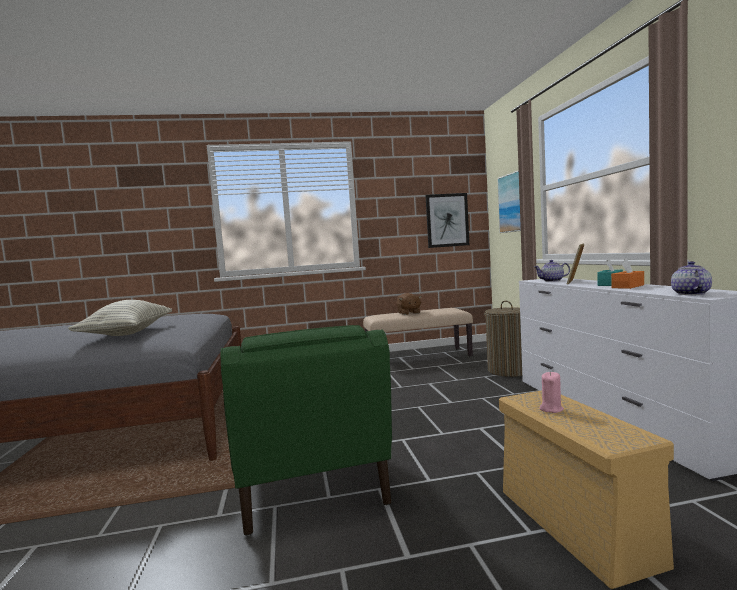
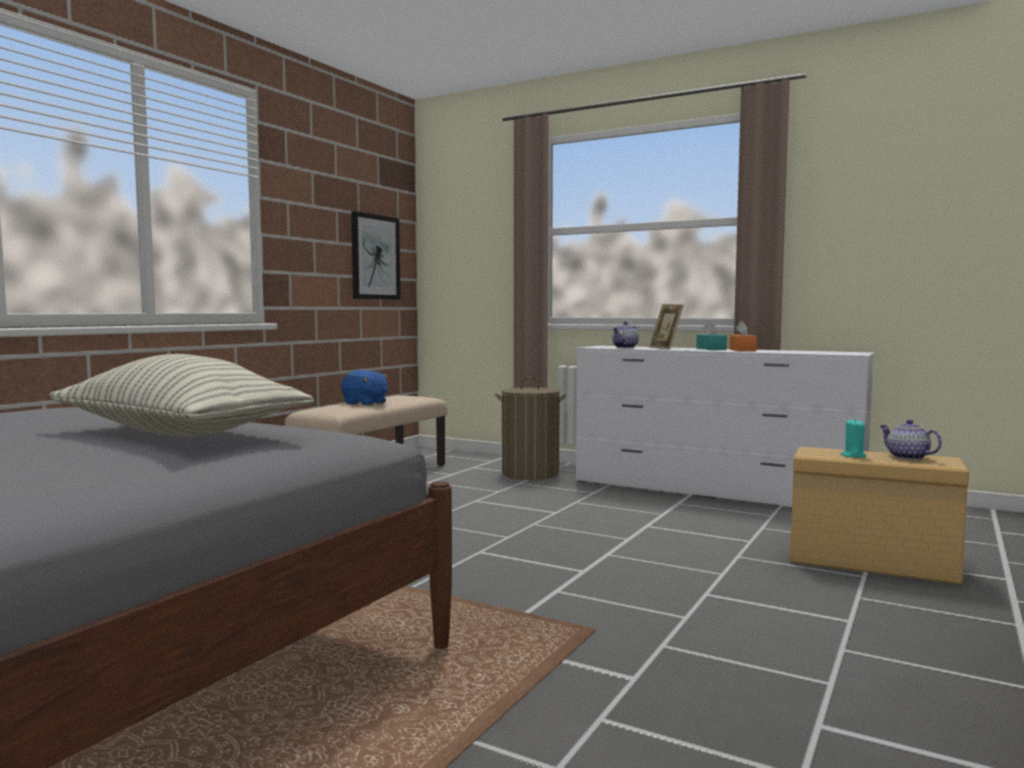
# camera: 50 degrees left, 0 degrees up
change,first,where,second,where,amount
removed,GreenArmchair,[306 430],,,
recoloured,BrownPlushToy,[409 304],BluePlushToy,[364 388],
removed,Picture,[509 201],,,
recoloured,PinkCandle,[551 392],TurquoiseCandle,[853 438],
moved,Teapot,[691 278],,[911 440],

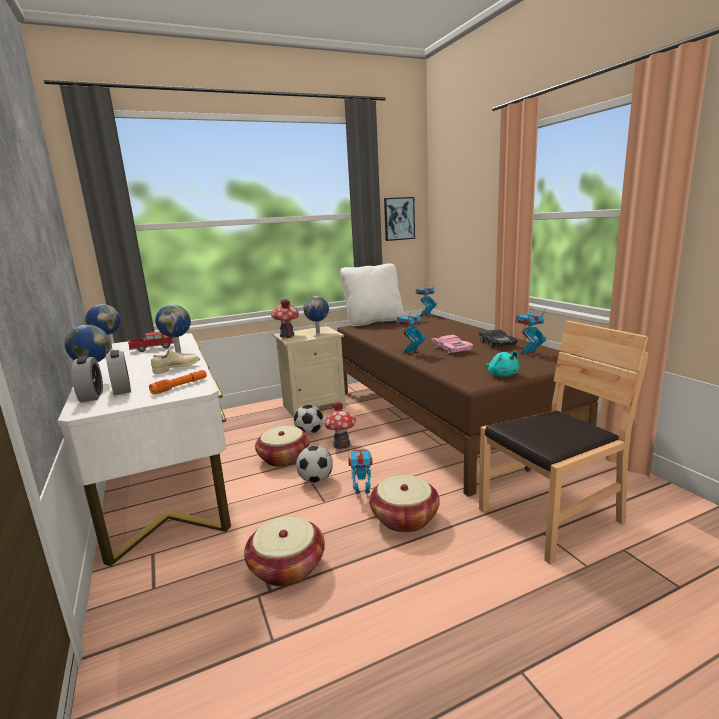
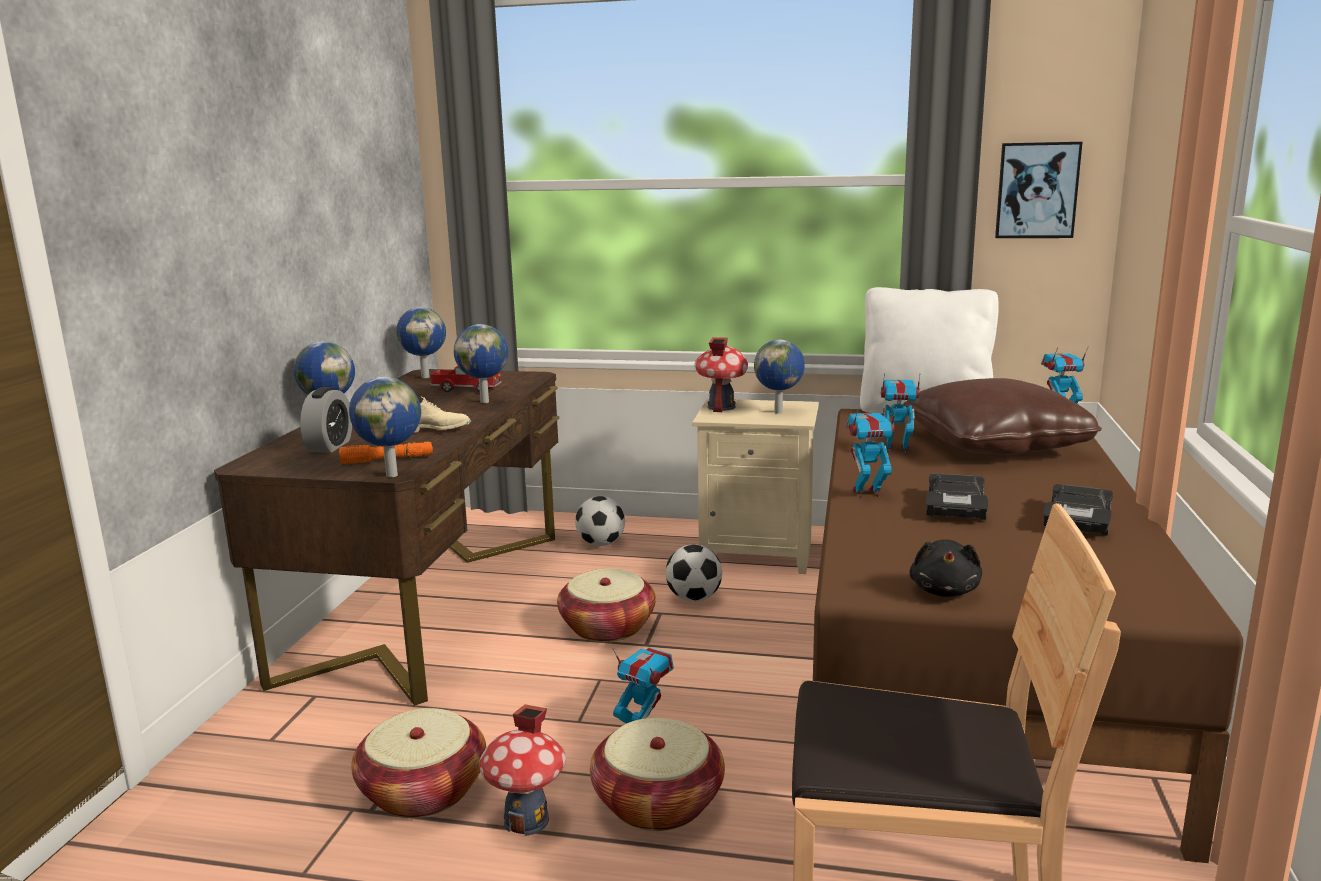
# camera: 35 degrees right, 0 degrees up
change,first,where,second,where,amount
recoloured,WhiteDesk,[144 449],BrownDesk,[387 537],
removed,AlarmClock,[87 379],,,
moved,Football,[314 464],,[600 521],
moved,ToyHouse,[340 425],,[522 770],
recoloured,PinkToyCar,[452 344],BlackToyCar,[957 496],
recoloured,TurquoisePlushToy,[502 364],BlackPlushToy,[945 568],
moved,ToyRobot,[530 332],,[900 413],
added,,,Globe,[385 427],
added,,,BrownPillow,[1003 416],

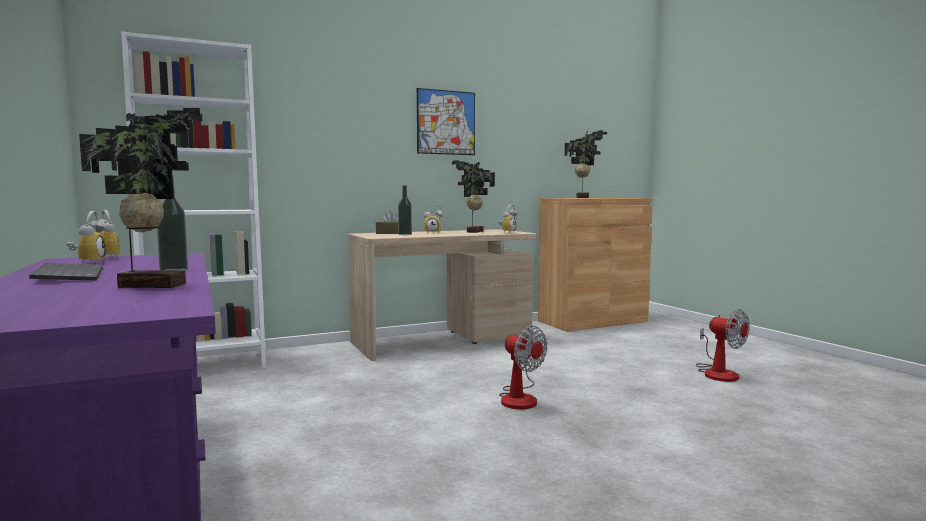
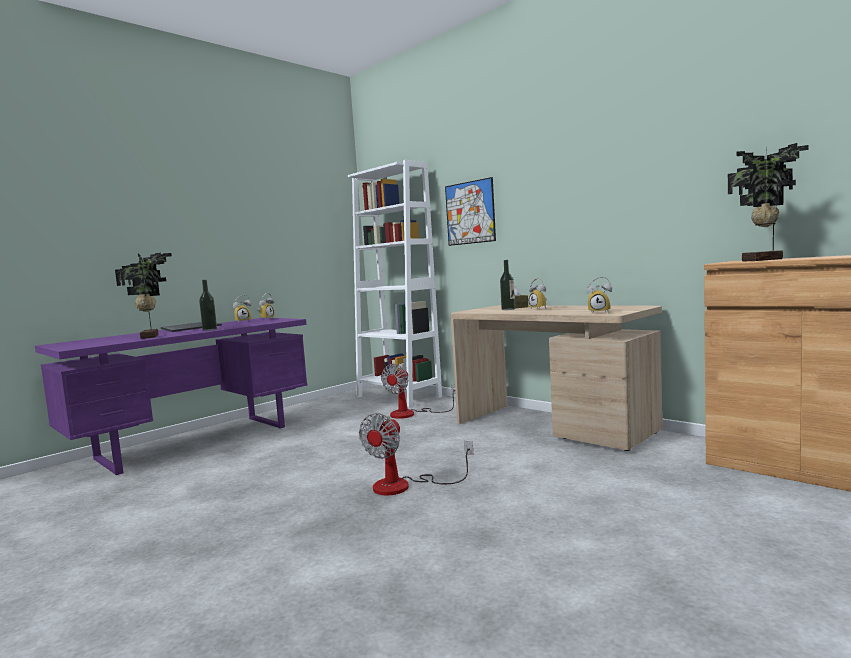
# camera: 70 degrees right, 0 degrees up
change,first,where,second,where,amount
moved,Picture,[446 121],,[470 211],
removed,PottedPlant,[473 196],,,
moved,Fan,[723 345],,[418 391],

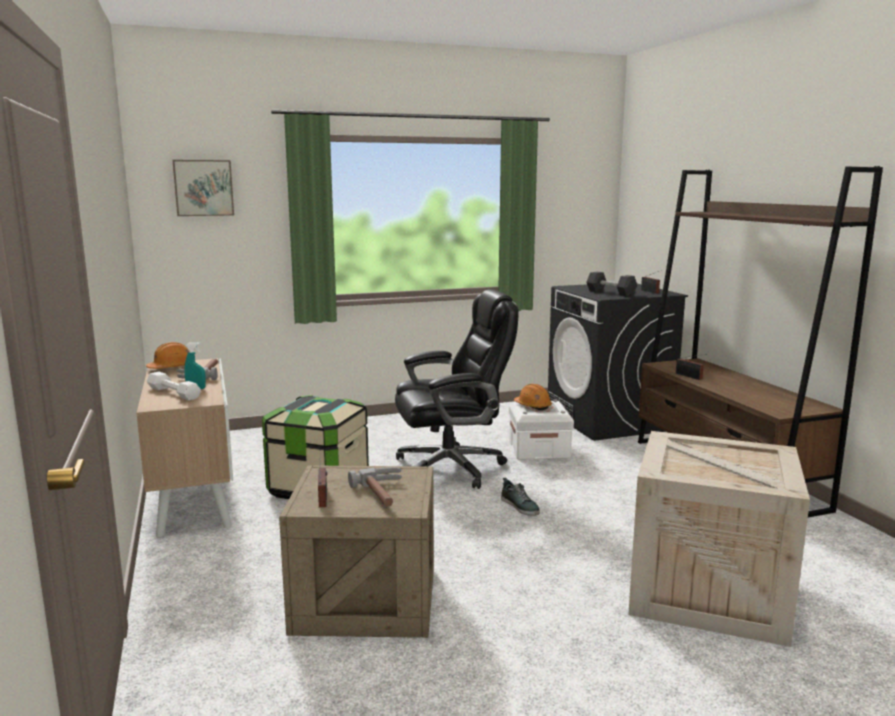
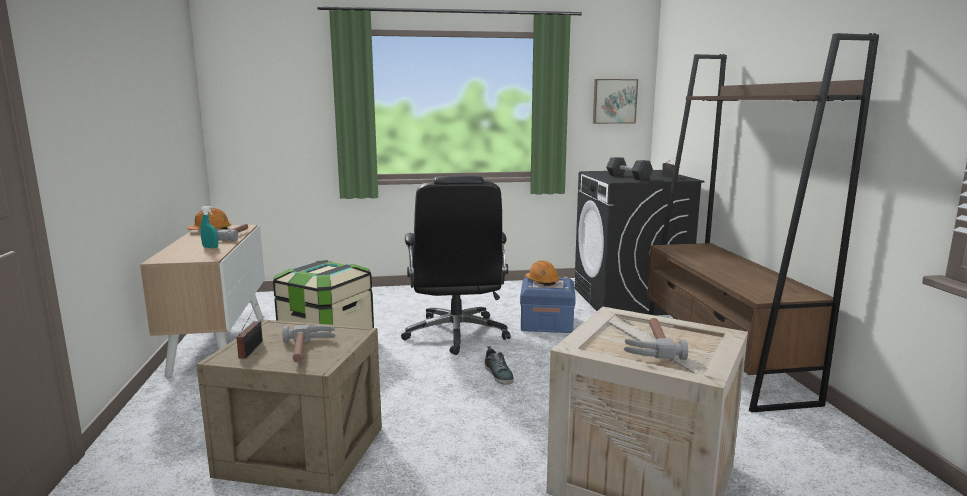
# camera: 10 degrees right, 0 degrees up
change,first,where,second,where,amount
removed,WhiteDumbbell,[173 386],,,
moved,Picture,[203 188],,[615 101],
turned,BlackOfficeChair,[457 389],,[456 265],90 degrees clockwise
recoloured,WhiteStorageBox,[541 429],BlueStorageBox,[548 305],
removed,Radio,[691 367],,,
added,,,Hammer,[656 339],

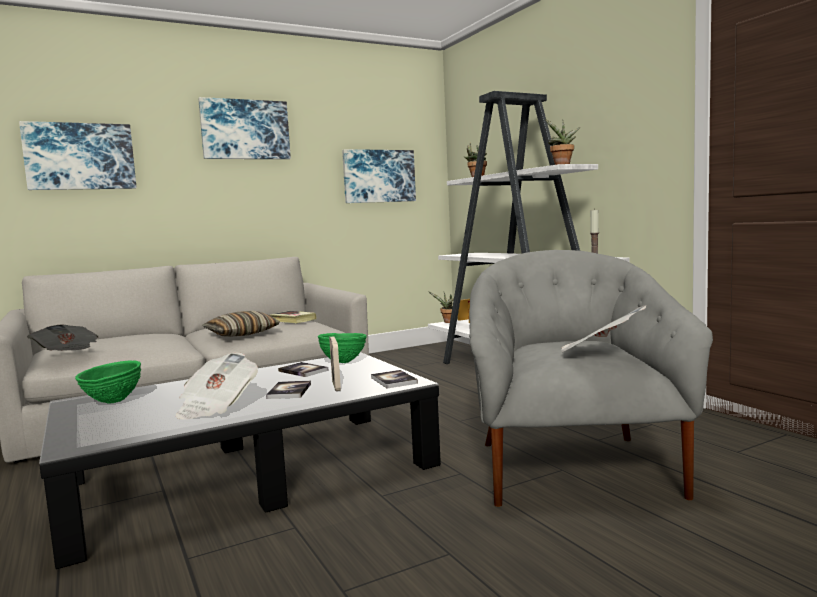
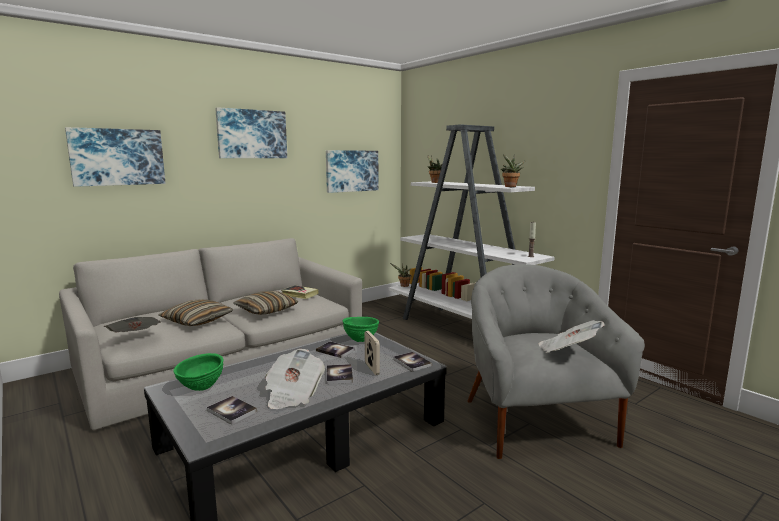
# camera: 10 degrees left, 5 degrees up
change,first,where,second,where,amount
added,,,Pillow,[195 312],
added,,,Book,[232 410],

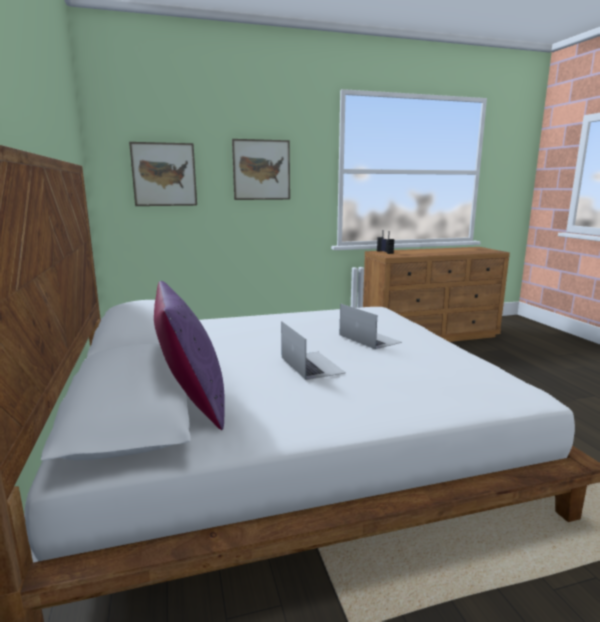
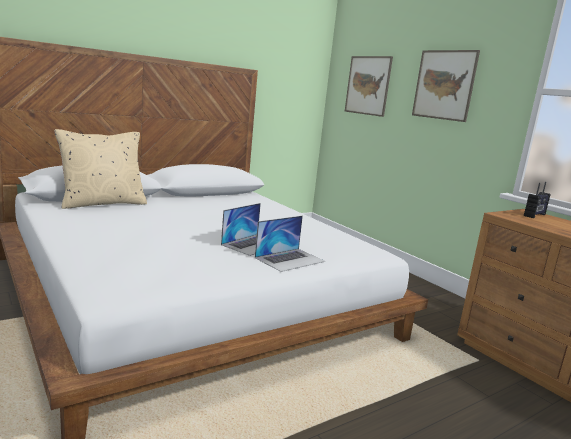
# camera: 70 degrees right, 0 degrees up
change,first,where,second,where,amount
recoloured,PurplePillow,[189 355],BeigePillow,[100 169],
moved,Laptop,[313 350],,[290 244],

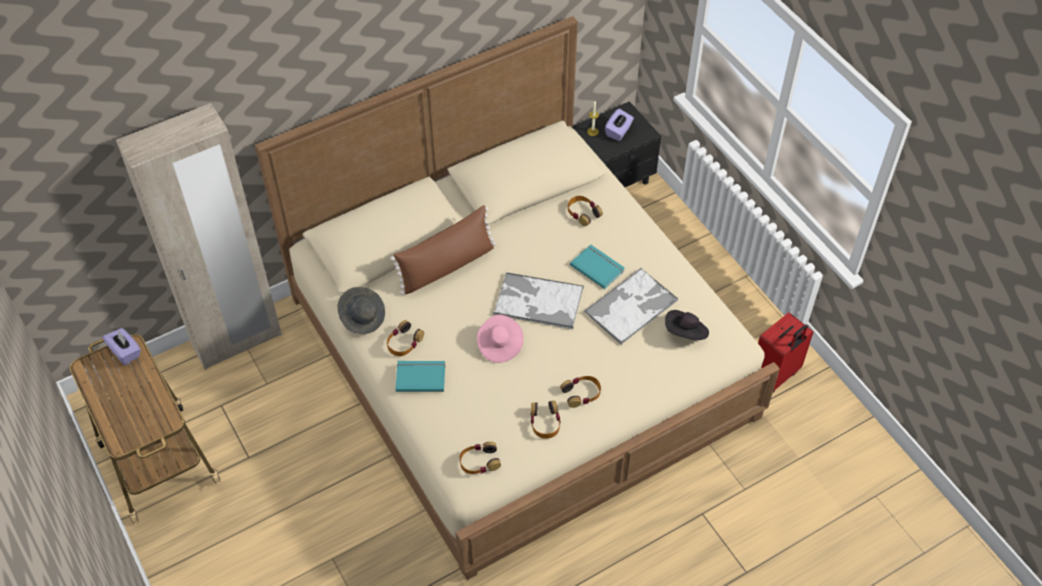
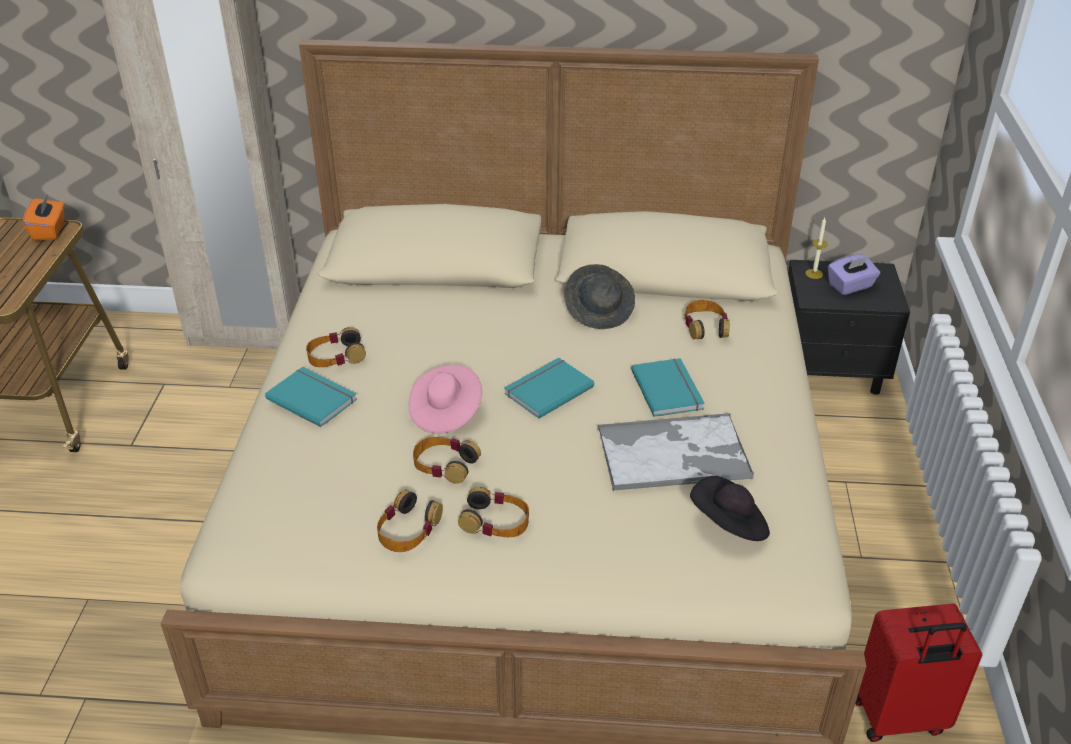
# camera: 35 degrees right, 15 degrees down
change,first,where,second,where,amount
recoloured,PurpleTissueBox,[121 346],OrangeTissueBox,[43 217],
moved,GreyHat,[361 310],,[600 296],
removed,BrownPillow,[443 250],,,
moved,Headphones,[480 457],,[447 460],
replaced,Tray,[538 300],TurquoiseBook,[549 388],

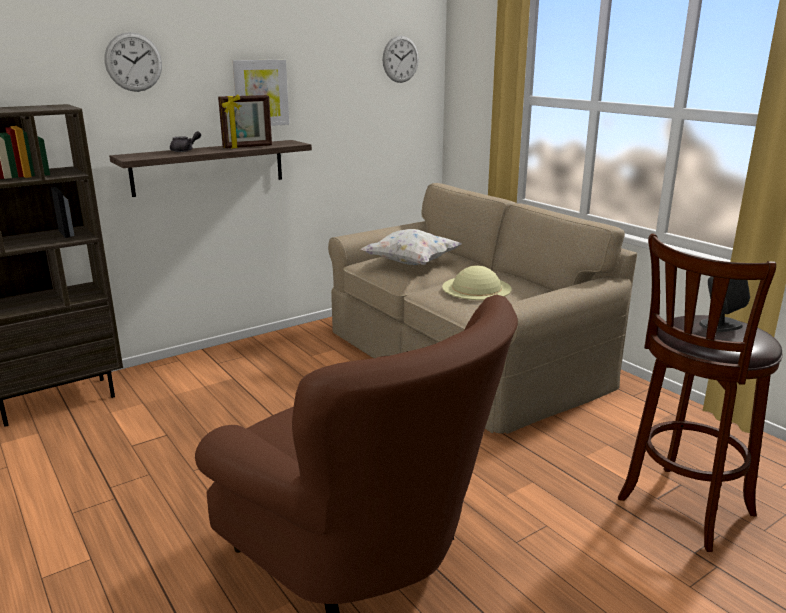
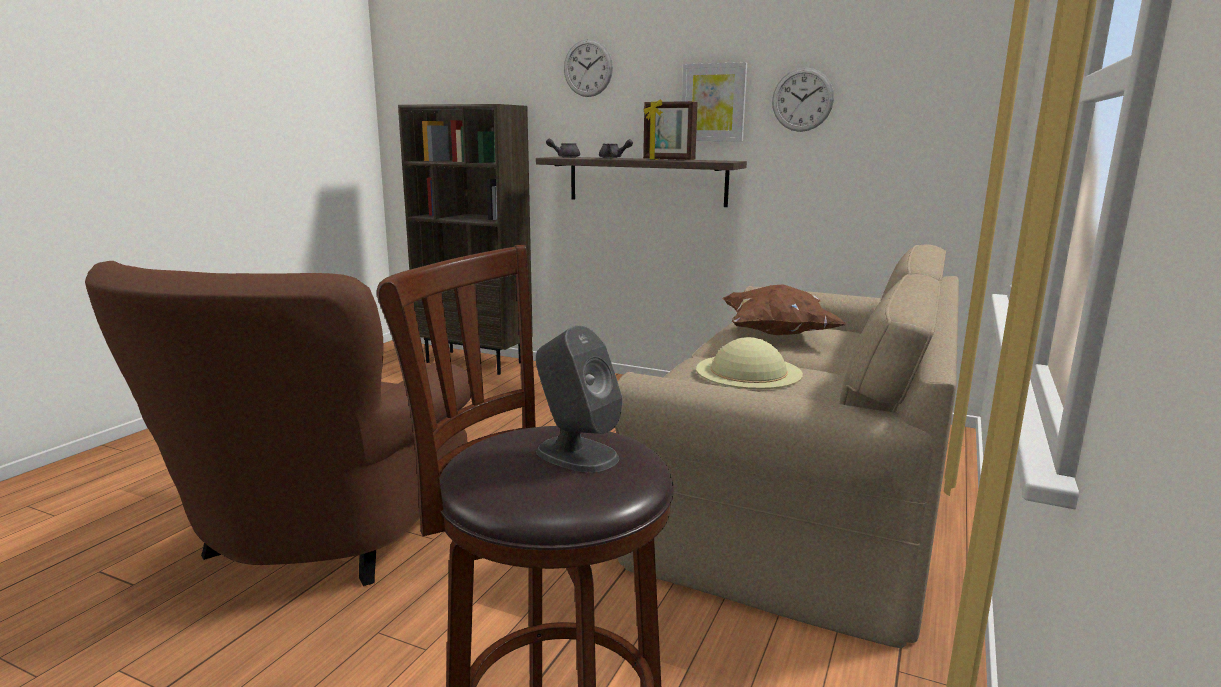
# camera: 60 degrees right, 5 degrees down
change,first,where,second,where,amount
recoloured,WhitePillow,[411 247],BrownPillow,[784 309],
moved,WallClock,[400 59],,[803 100],
added,,,GreyTeapot,[563 148],

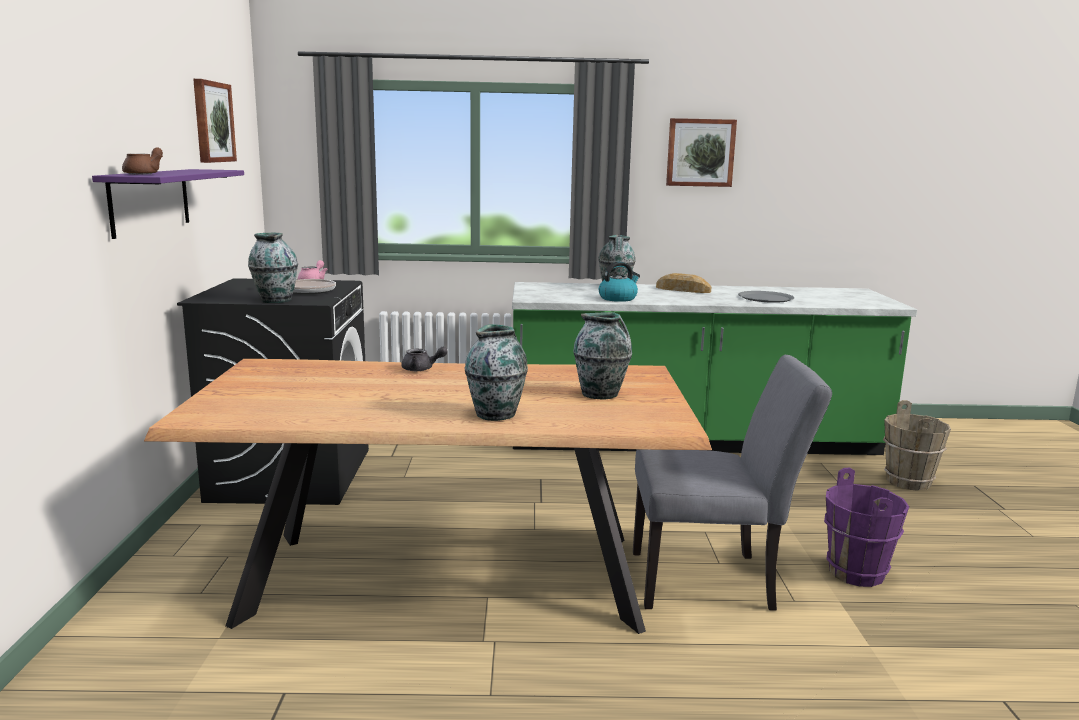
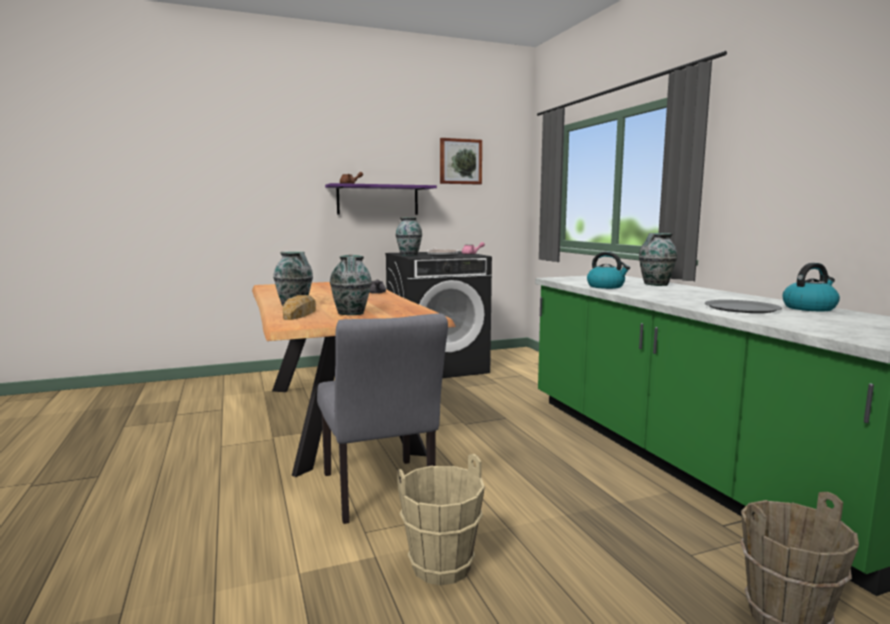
# camera: 70 degrees right, 5 degrees down
change,first,where,second,where,amount
moved,Bread,[683 283],,[299 307],
removed,Picture,[701 152],,,
recoloured,PurpleBucket,[866 527],BeigeBucket,[441 519],
added,,,Kettle,[811 287],

